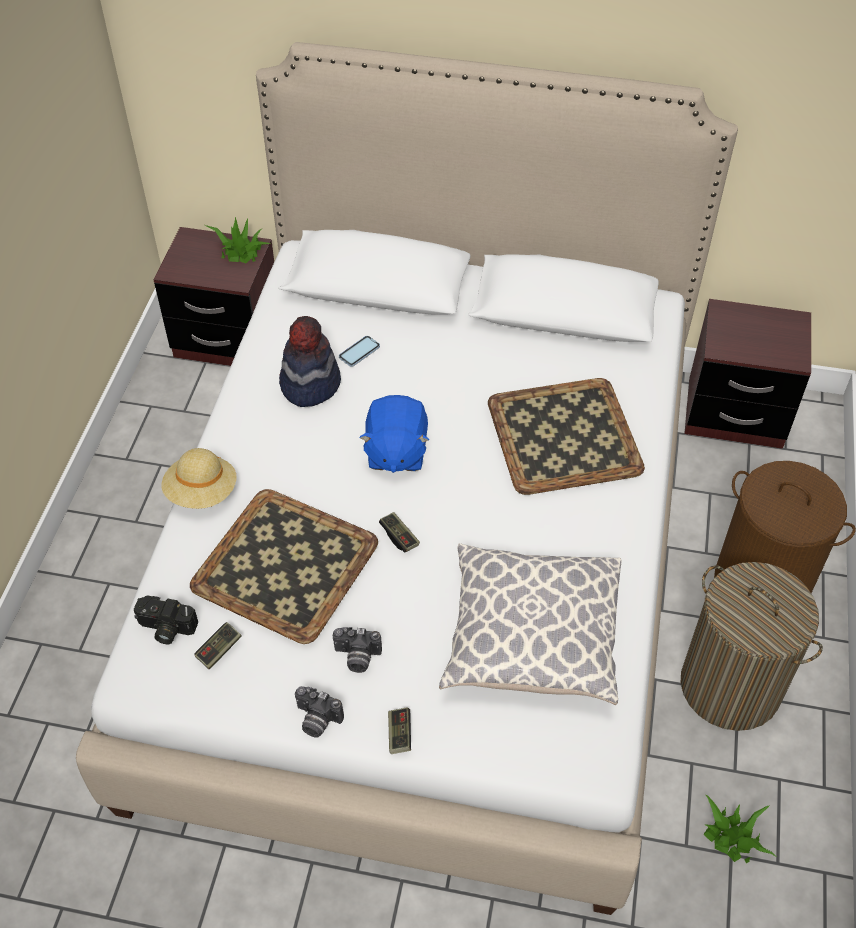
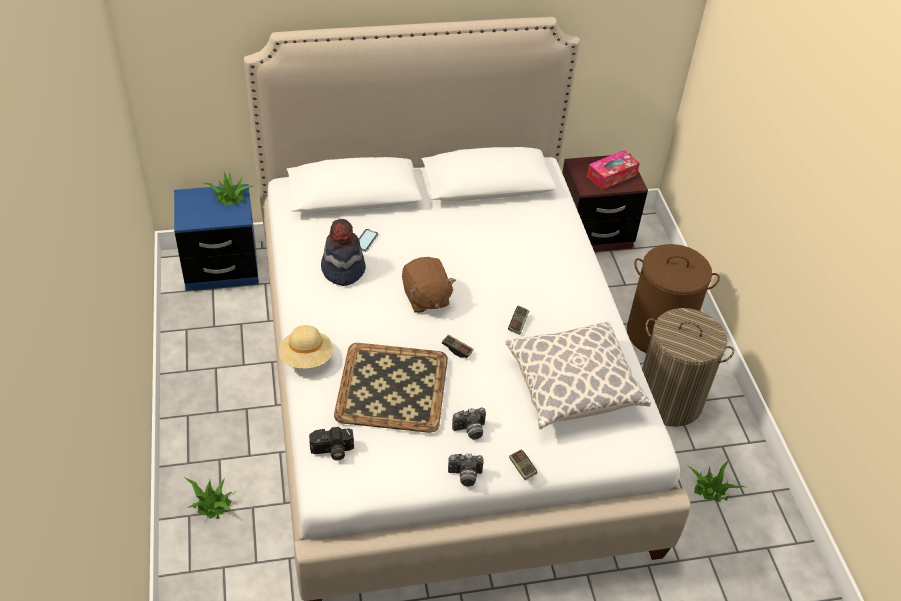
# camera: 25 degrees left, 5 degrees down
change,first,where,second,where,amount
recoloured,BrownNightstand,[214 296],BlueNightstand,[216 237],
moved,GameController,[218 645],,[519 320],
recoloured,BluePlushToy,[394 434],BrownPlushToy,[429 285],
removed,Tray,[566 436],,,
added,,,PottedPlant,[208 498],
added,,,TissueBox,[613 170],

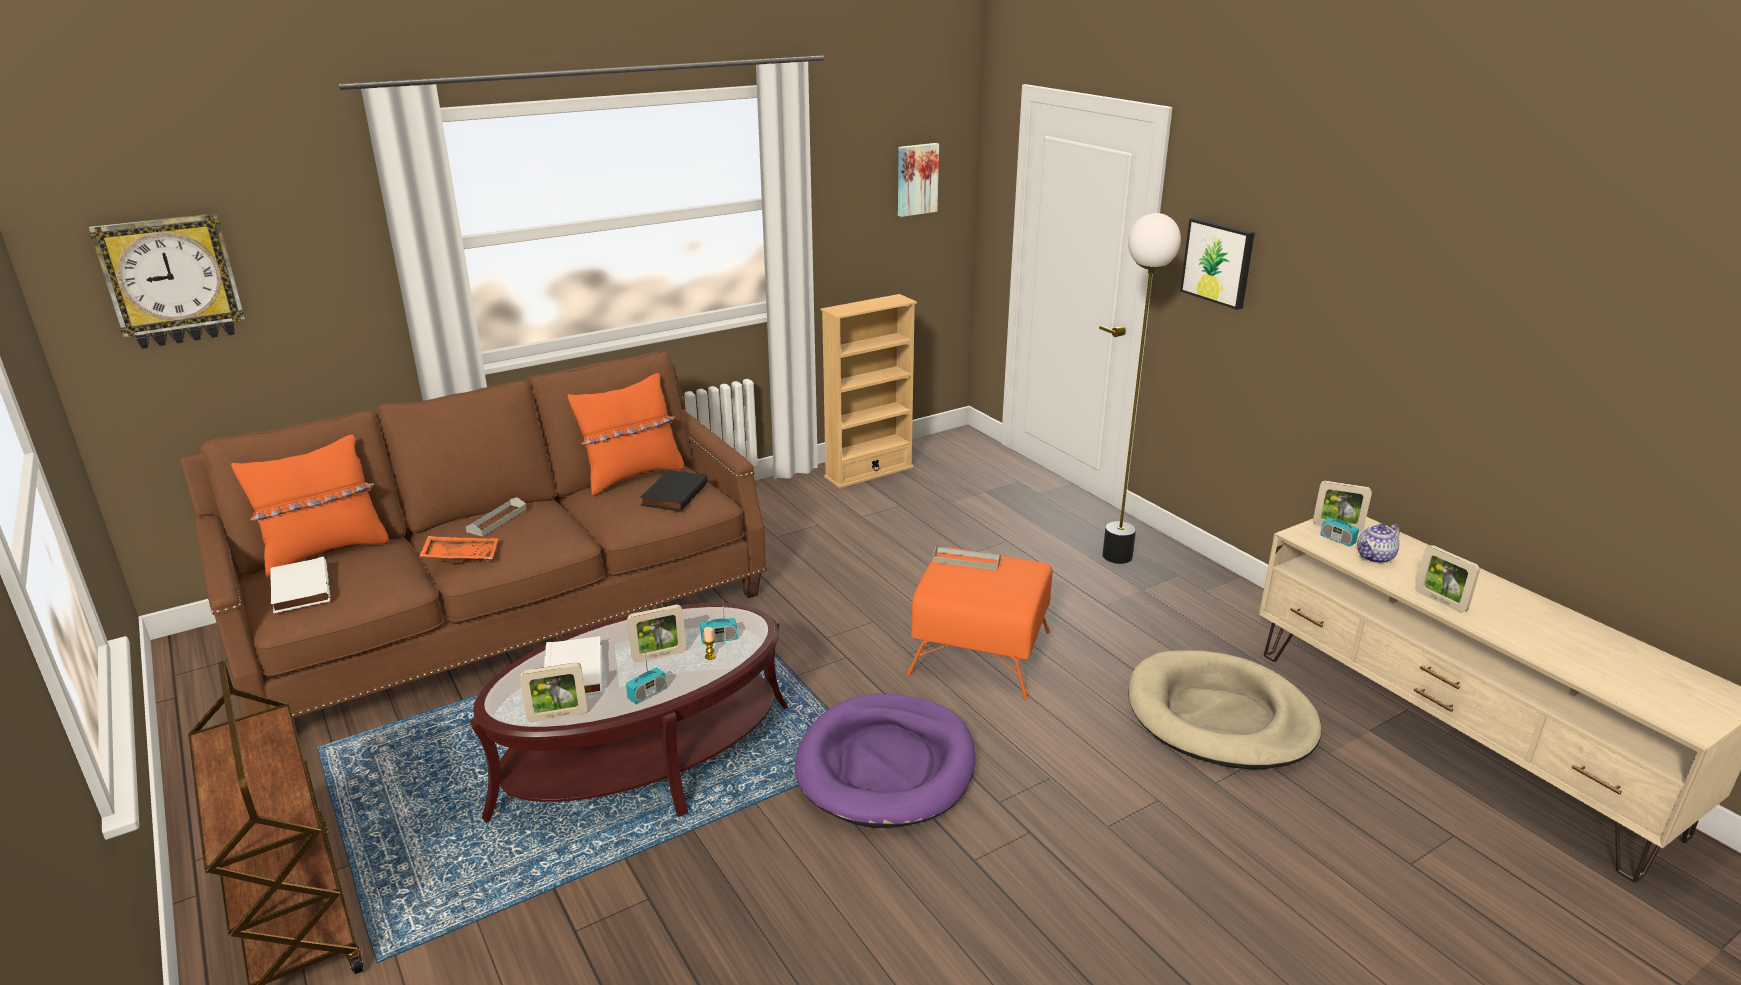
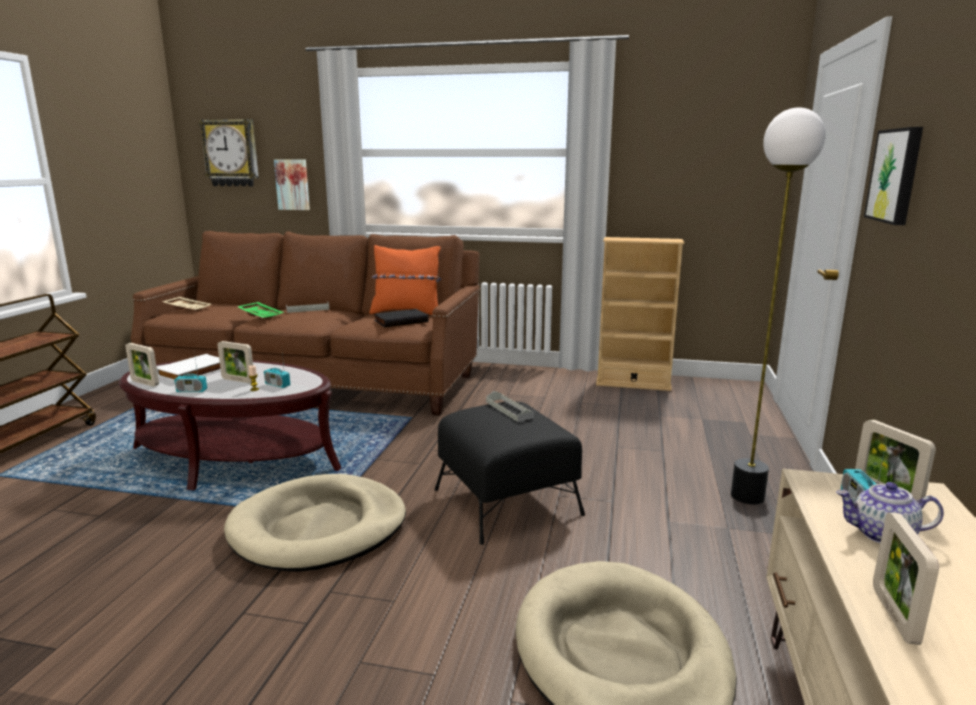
# camera: 45 degrees right, 10 degrees down
change,first,where,second,where,amount
removed,OrangePillow,[310 506],,,
replaced,WhiteBook,[300 585],BeigeTray,[186 304],
recoloured,OrangeTray,[459 549],GreenTray,[260 311],
recoloured,PurpleDogBed,[885 761],BeigeDogBed,[315 523],
moved,Picture,[918 180],,[292 184],
recoloured,OrangeOttoman,[979 623],BlackOttoman,[509 473],

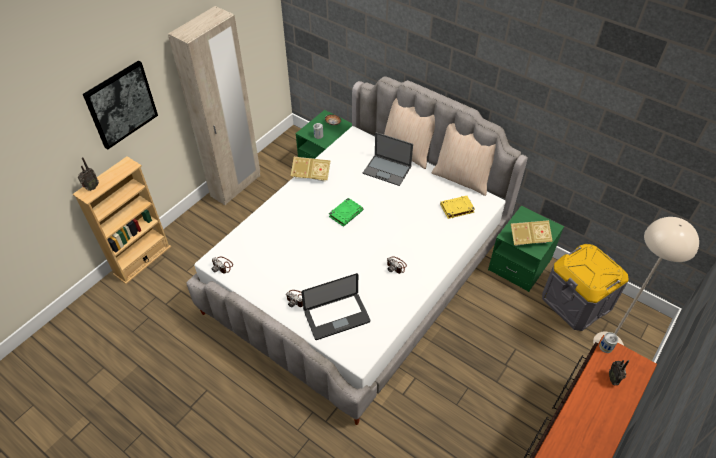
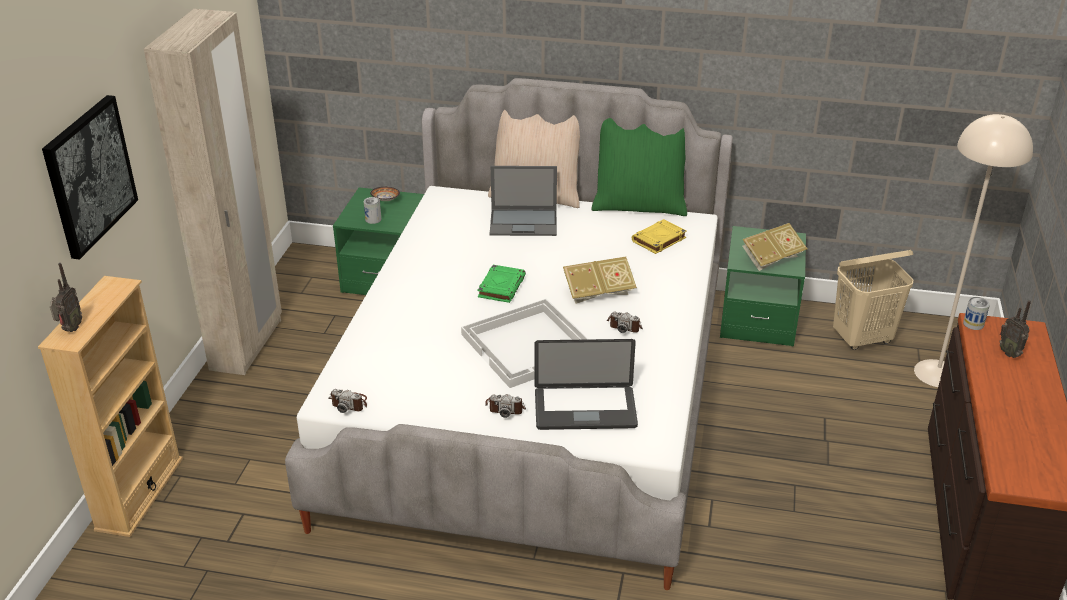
# camera: 25 degrees left, 15 degrees down
change,first,where,second,where,amount
moved,Book,[311 169],,[600 280],
turned,Laptop,[335 306],,[586 384],45 degrees clockwise
recoloured,BeigePillow,[464 159],GreenPillow,[639 167],
replaced,GreyStorageBox,[585 287],BeigeLaundryBasket,[873 300],
added,,,WhiteTray,[524 343],

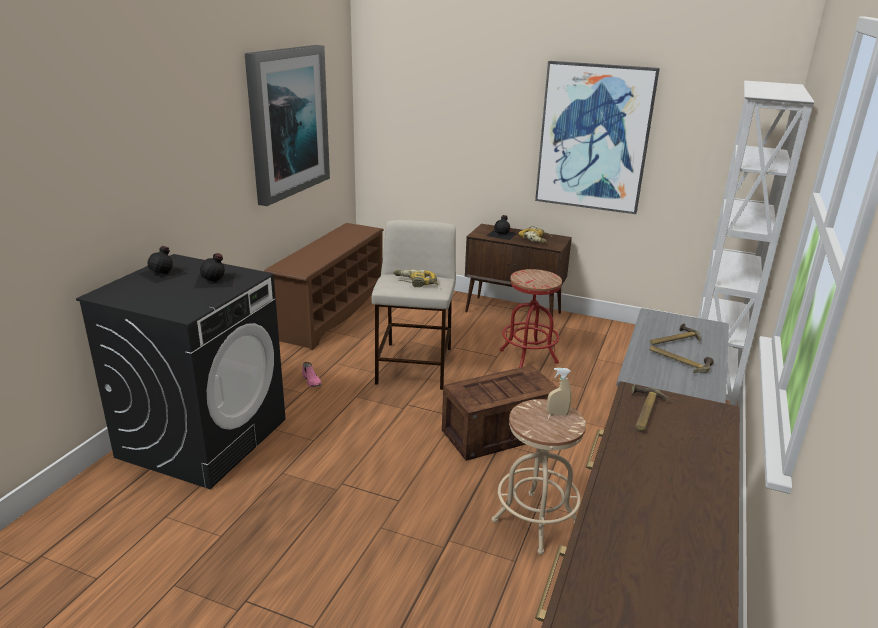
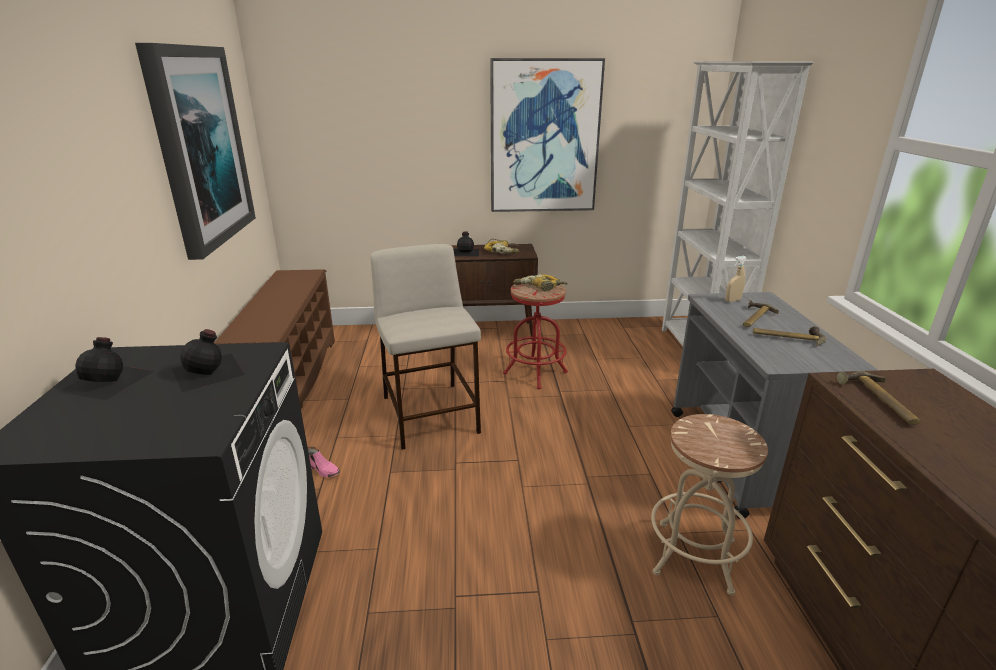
# camera: 25 degrees left, 0 degrees up
change,first,where,second,where,amount
moved,PowerDrill,[415 278],,[540 282],
removed,Crate,[500 413],,,
moved,BeigeSprayBottle,[559 391],,[736 279],

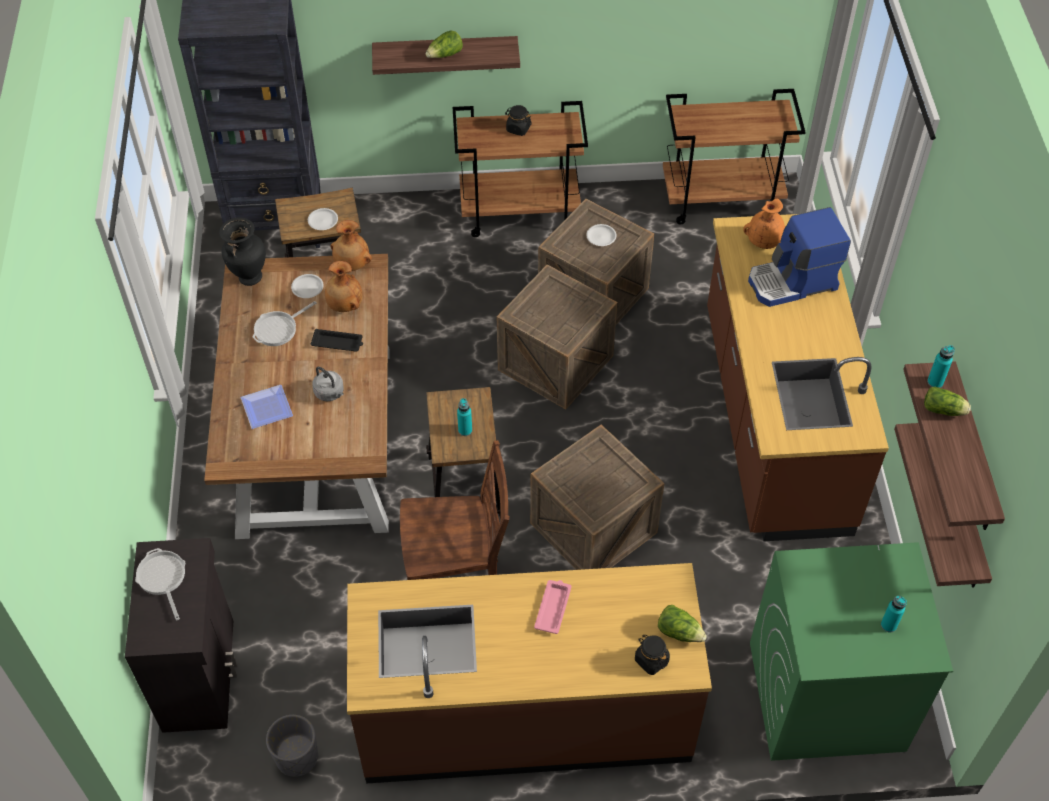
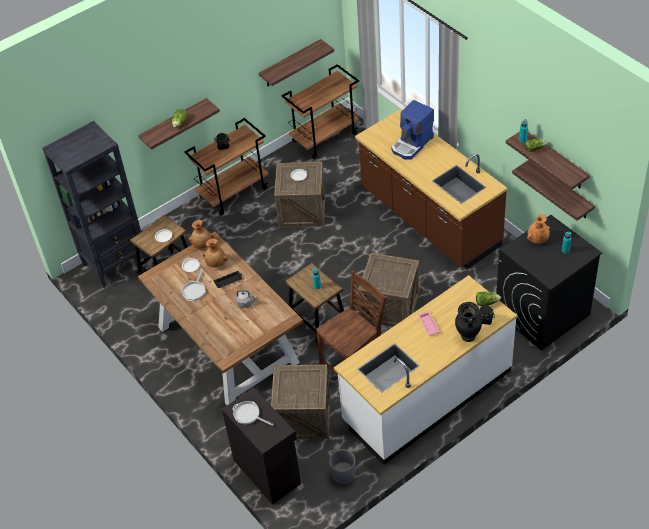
# camera: 30 degrees left, 5 degrees down
change,first,where,second,where,amount
moved,BlackVase,[242 251],,[468 322],
removed,Plate,[266 407],,,
recoloured,BrownCounter,[529 673],WhiteCounter,[425 370],
moved,Crate,[557 336],,[300 401],
moved,OrangeVase,[764 224],,[539 229],
recoloured,GreenWashingMachine,[851 651],BlackWashingMachine,[549 283],
added,,,Shelf,[296 62],

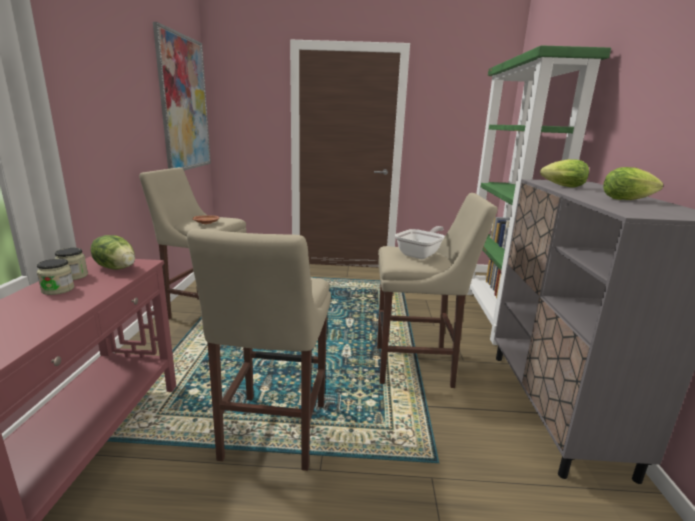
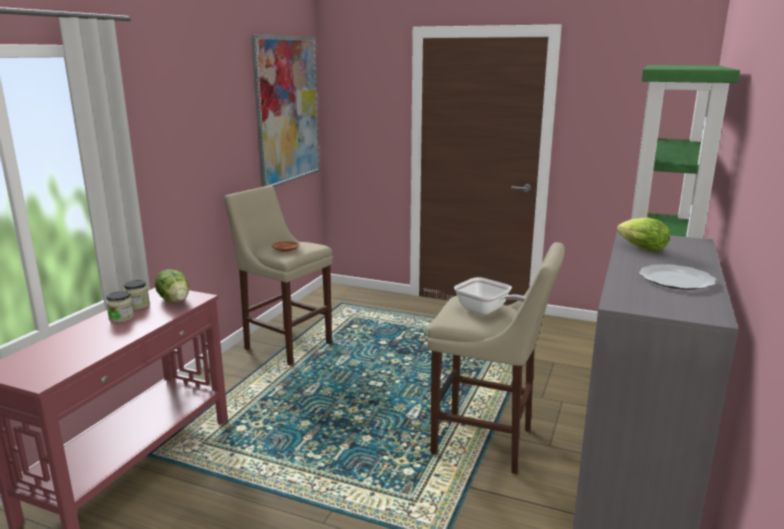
# camera: 20 degrees right, 0 degrees up
change,first,where,second,where,amount
removed,BeigeStool,[259 350],,,
turned,FryingPan,[420 242],,[490 296],75 degrees clockwise
replaced,Lettuce,[633 183],Plate,[677 277],

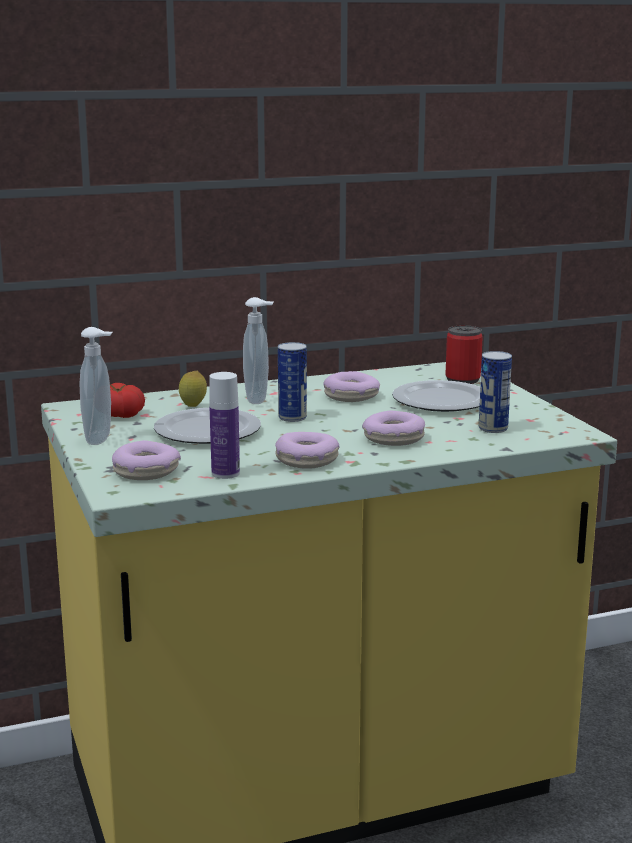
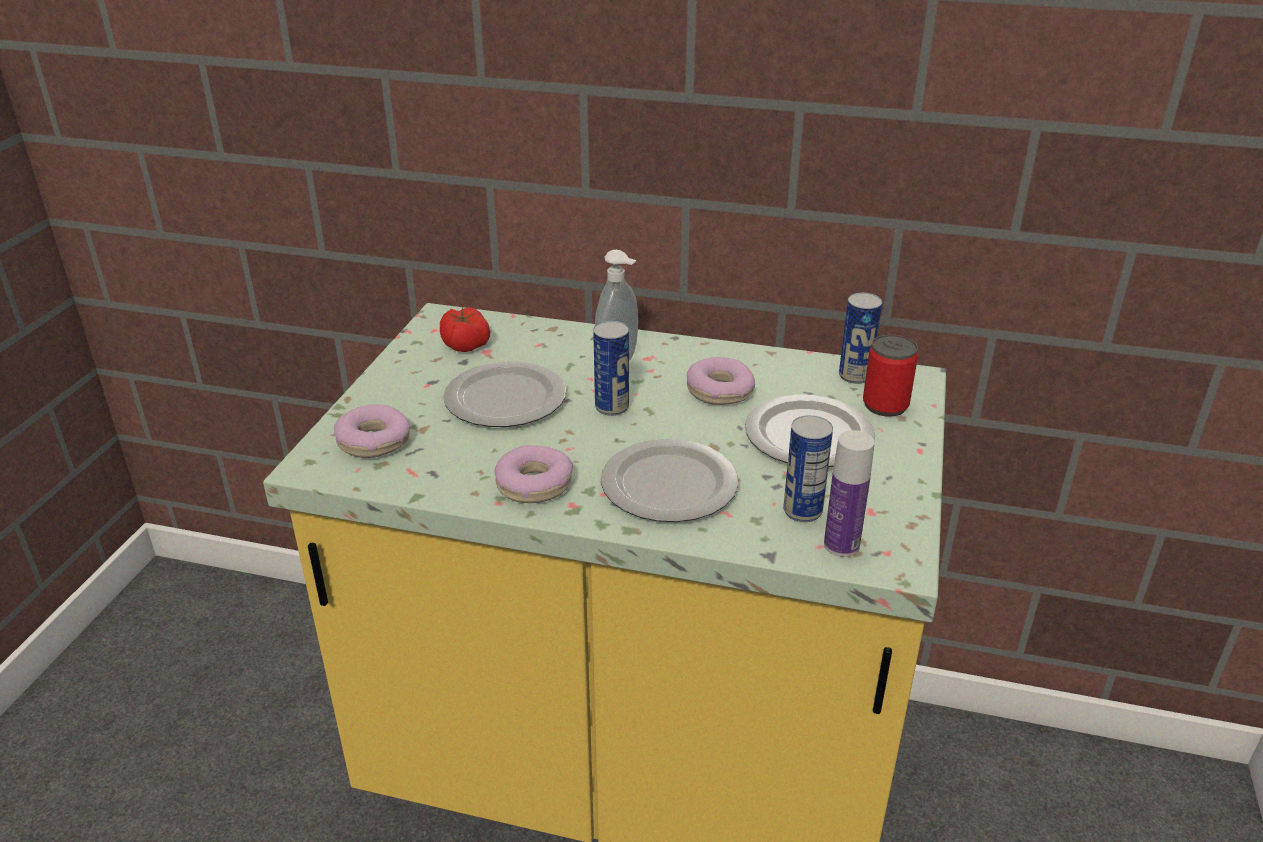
# camera: 35 degrees right, 15 degrees up
change,first,where,second,where,amount
removed,SoapDispenser,[96 386],,,
removed,Lemon,[193 388],,,
moved,Bottle,[224 425],,[849 493],
replaced,Donut,[393 428],Plate,[669 480],
added,,,Can,[860 338],

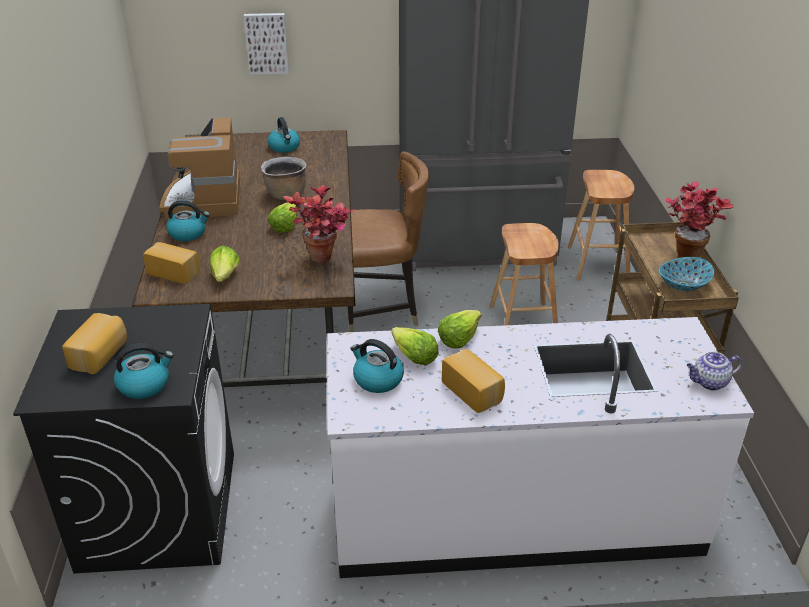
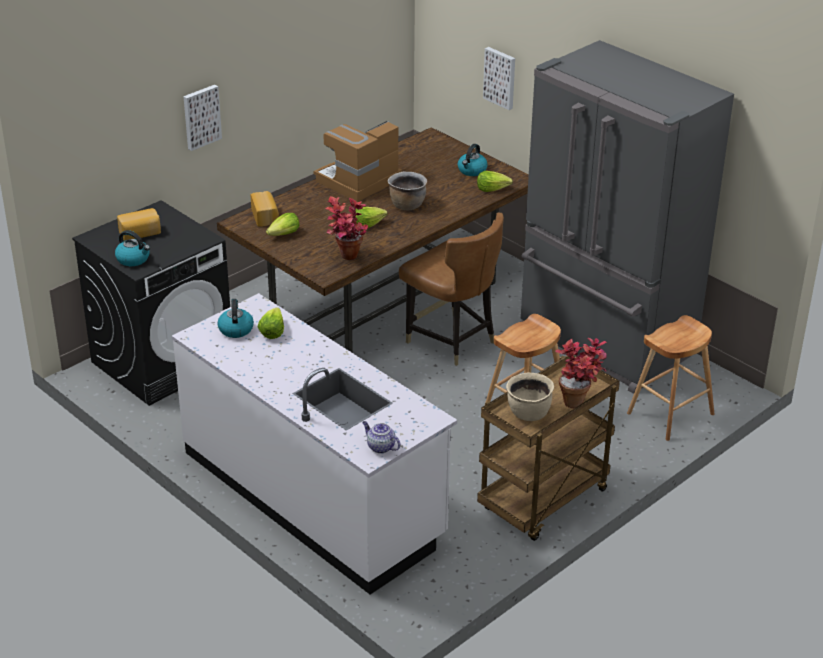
# camera: 50 degrees right, 0 degrees up
change,first,where,second,where,amount
removed,Kettle,[188 220],,,
moved,Lettuce,[460 329],,[495 181],
removed,Bread,[473 381],,,
replaced,Bowl,[686 274],BeigeCookingPot,[530 397],
added,,,Picture,[202 118],

